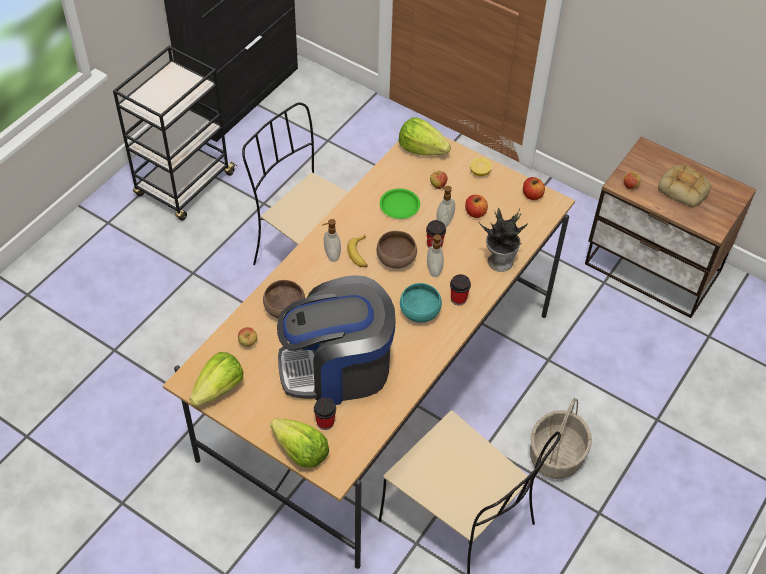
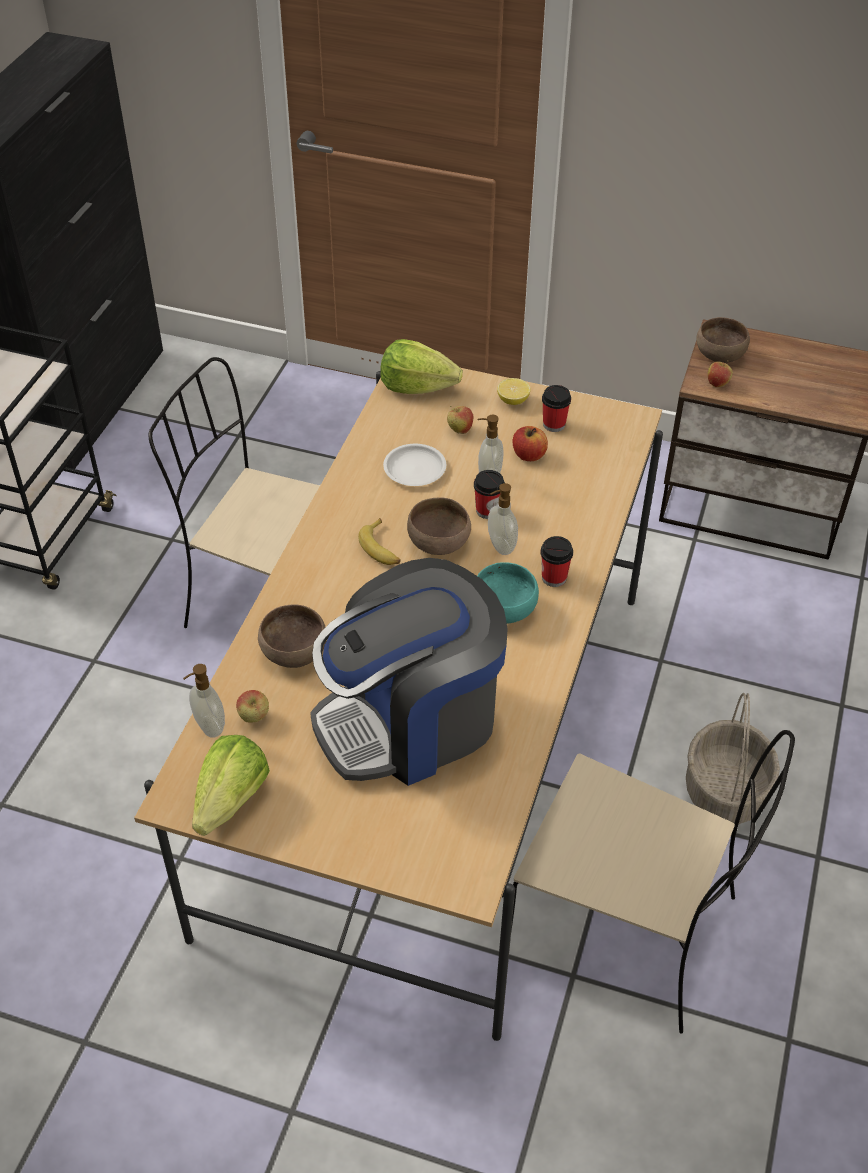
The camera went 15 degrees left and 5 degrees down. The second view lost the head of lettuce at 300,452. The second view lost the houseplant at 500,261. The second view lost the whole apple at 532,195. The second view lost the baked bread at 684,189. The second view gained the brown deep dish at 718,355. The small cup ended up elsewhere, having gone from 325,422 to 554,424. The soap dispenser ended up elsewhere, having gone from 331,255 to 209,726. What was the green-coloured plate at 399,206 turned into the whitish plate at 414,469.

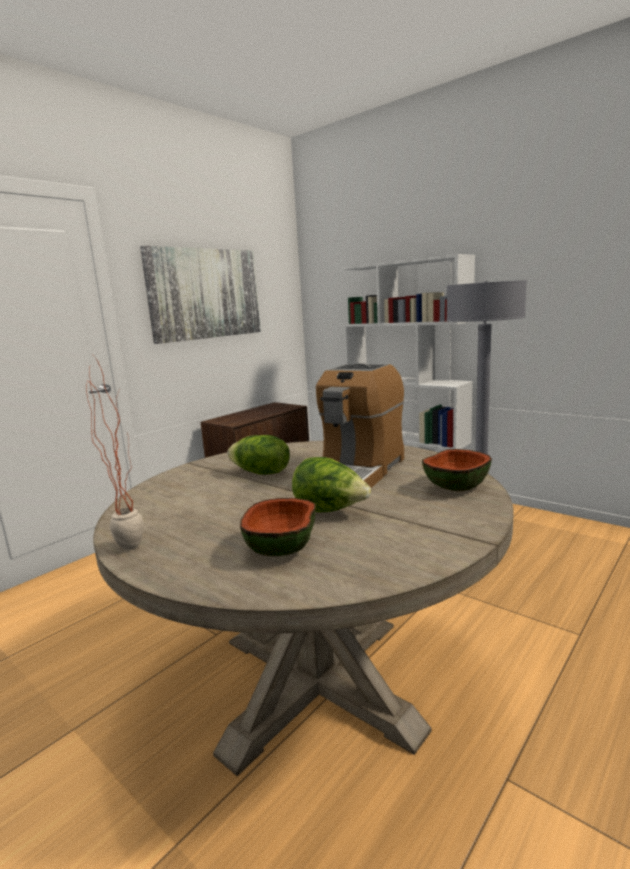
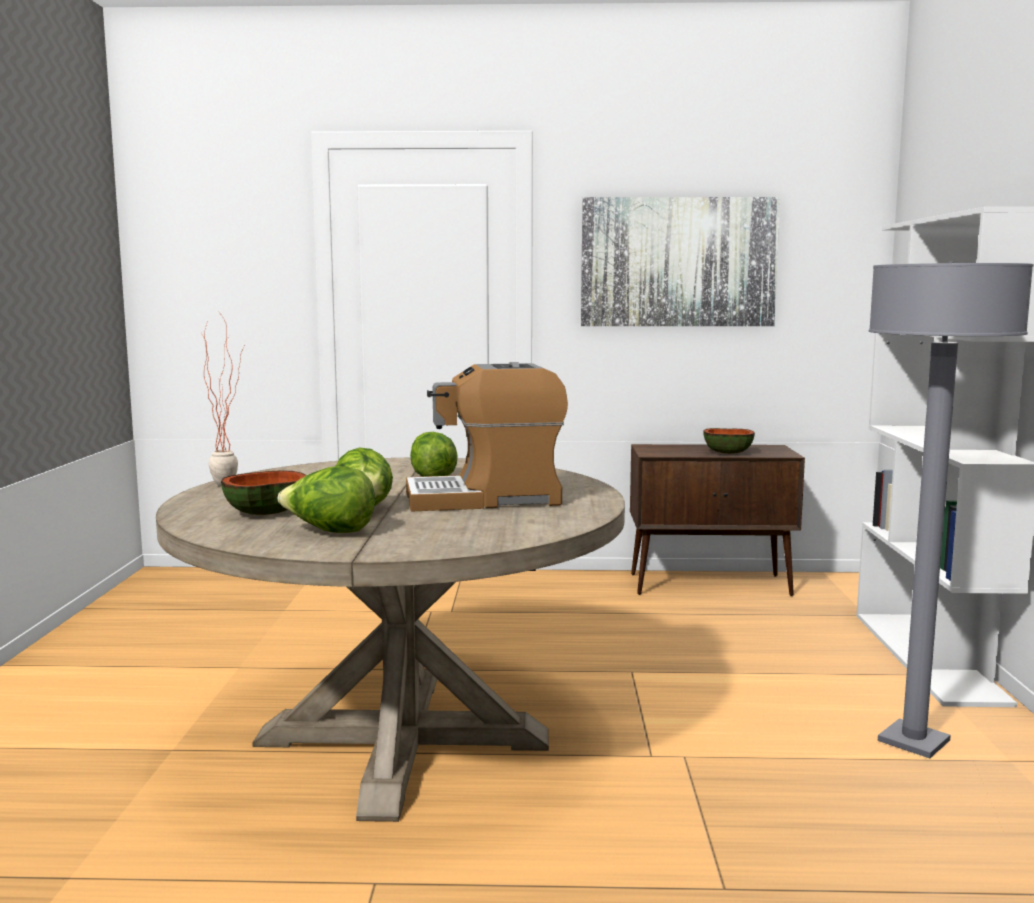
The camera went 50 degrees right and 5 degrees down. The second view gained the head of lettuce at 330,532. The deep dish ended up elsewhere, having gone from 456,486 to 728,452.

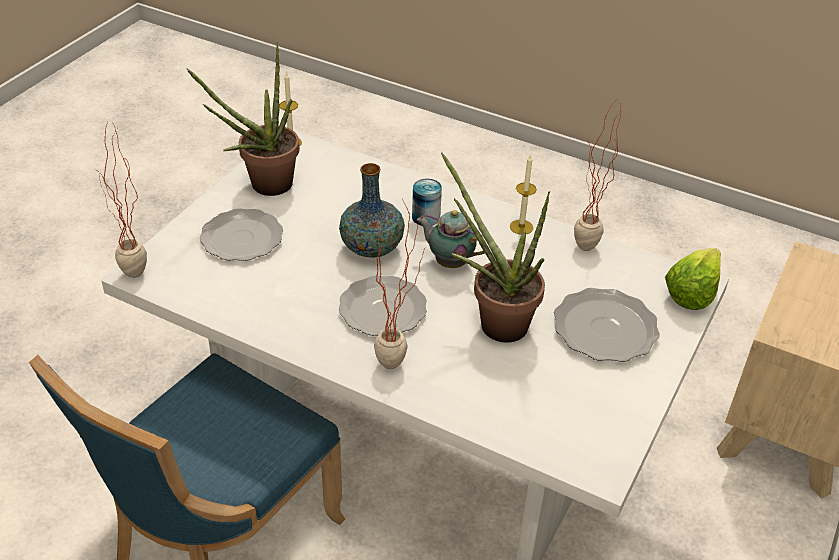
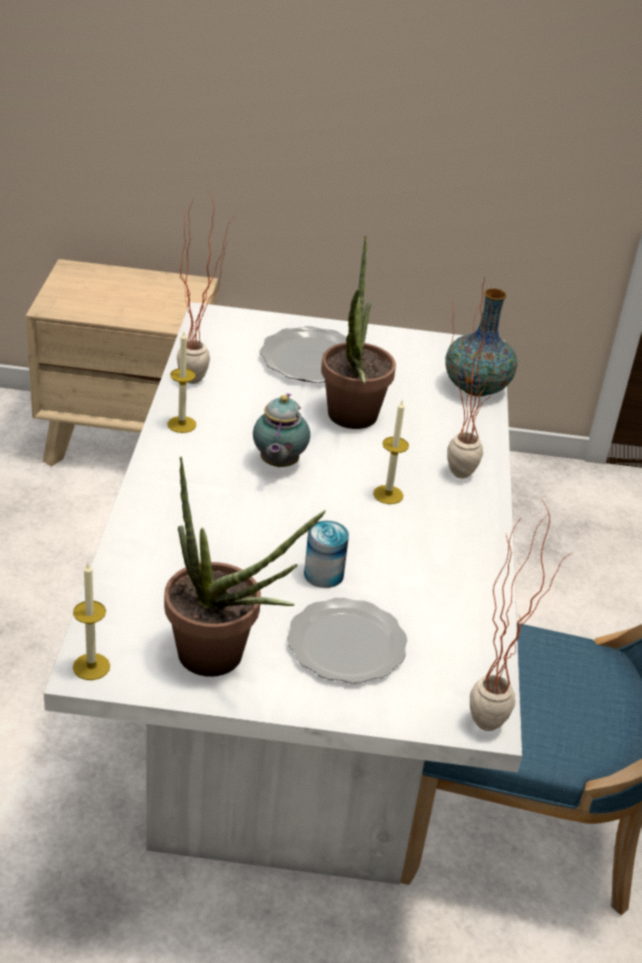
The camera went 115 degrees left and 5 degrees down. The second view lost the head of lettuce at 691,292. The flower vase ended up elsewhere, having gone from 372,248 to 475,388. The metal can ended up elsewhere, having gone from 426,217 to 323,574. Where the plate stood at 383,309, the candle came to stand at 388,494.

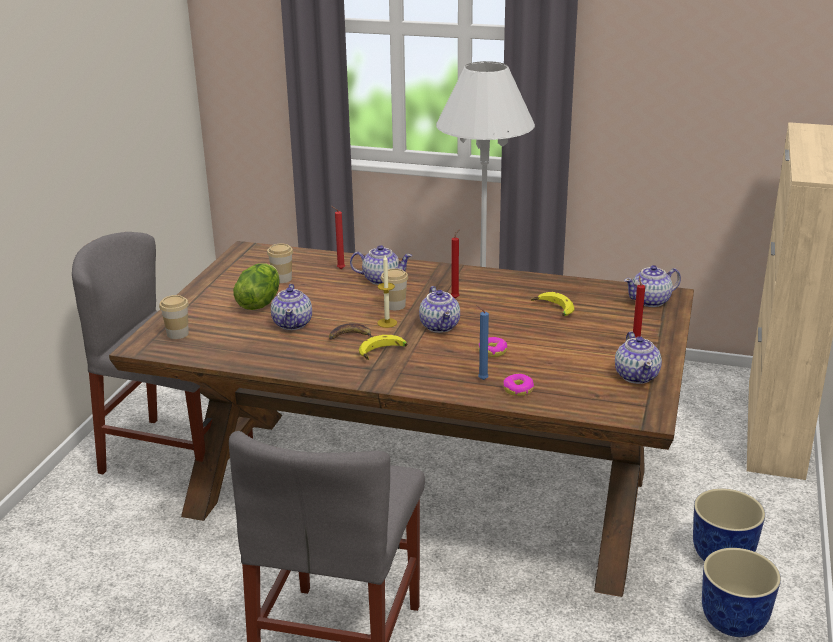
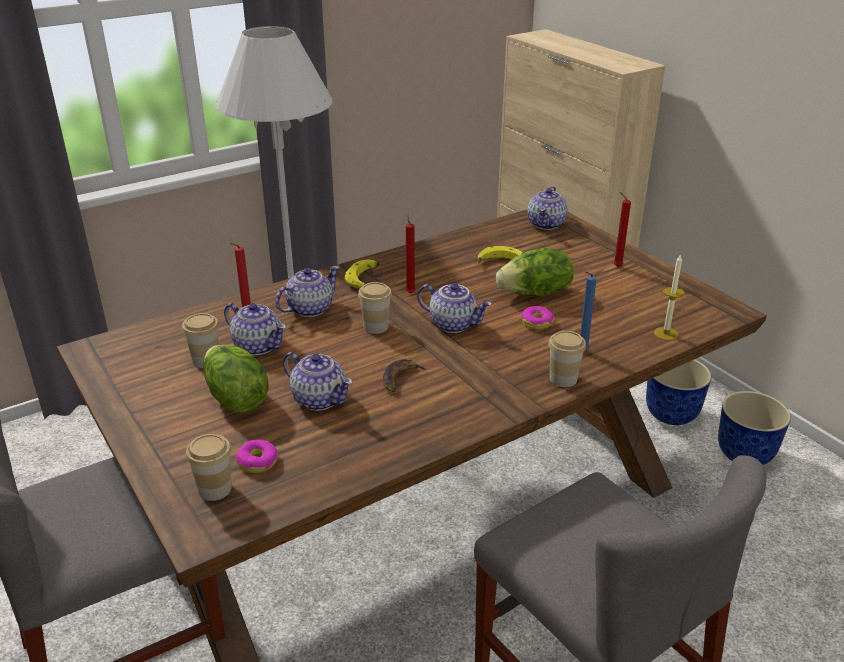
The camera went 50 degrees left and 5 degrees up. The second view gained the head of lettuce at 535,293. The second view gained the small cup at 563,379. The banana ended up elsewhere, having gone from 383,353 to 367,280. The candle ended up elsewhere, having gone from 387,323 to 666,333. The donut ended up elsewhere, having gone from 518,390 to 258,462. The tea pot ended up elsewhere, having gone from 637,376 to 258,345.

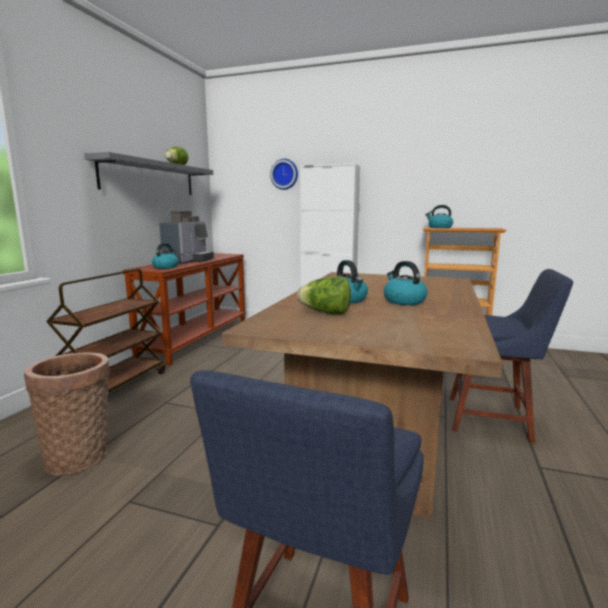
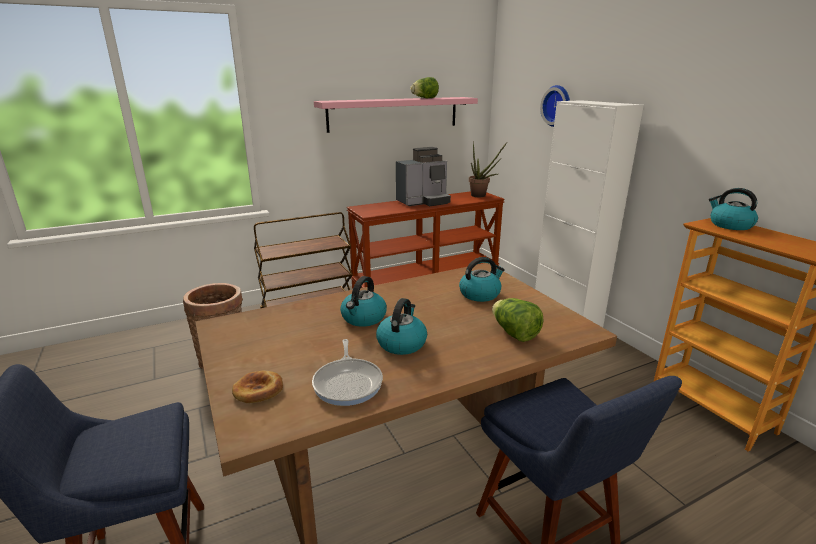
The camera went 45 degrees right and 10 degrees up. The second view gained the baked bread at 258,390. The second view gained the skillet at 348,383. The second view gained the houseplant at 481,196. The tea kettle ended up elsewhere, having gone from 166,267 to 480,294. The head of lettuce ended up elsewhere, having gone from 326,313 to 514,333. What was the grey bracket shelf at 150,178 turned into the pink-coloured bracket shelf at 394,114.

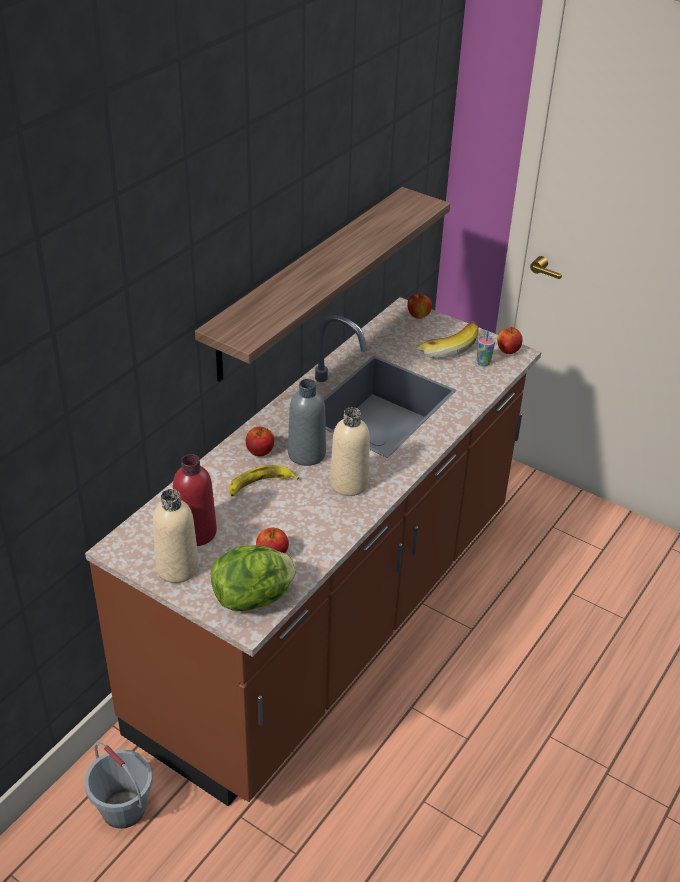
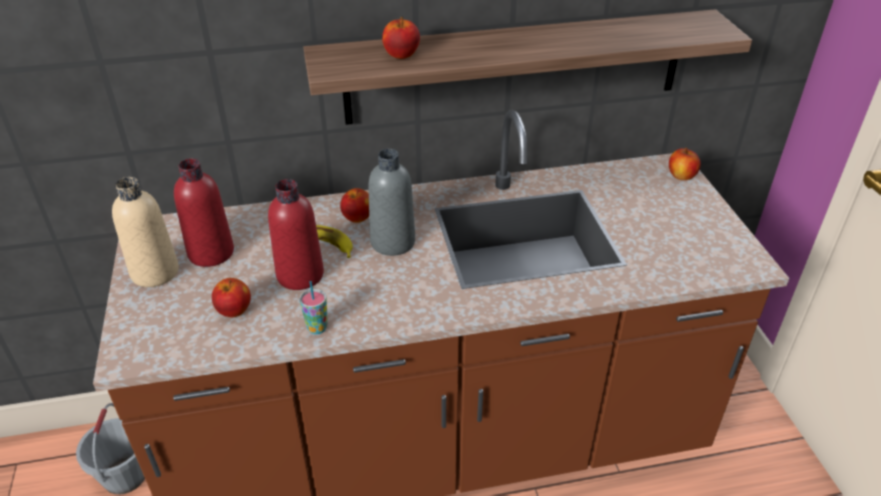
The camera went 45 degrees right and 0 degrees up. The second view lost the head of lettuce at 254,598. The second view lost the beige-coloured bottle at 349,483. The second view lost the banana at 445,347. The second view gained the red-coloured bottle at 300,275. The small cup ended up elsewhere, having gone from 483,363 to 317,328. The whole apple ended up elsewhere, having gone from 508,350 to 401,55.

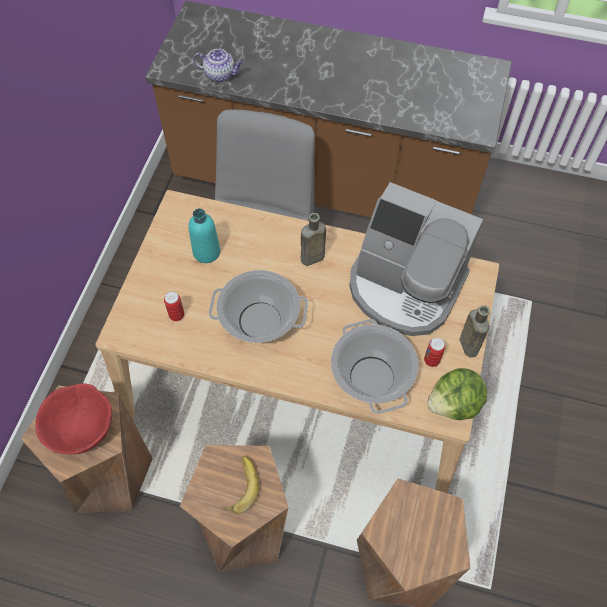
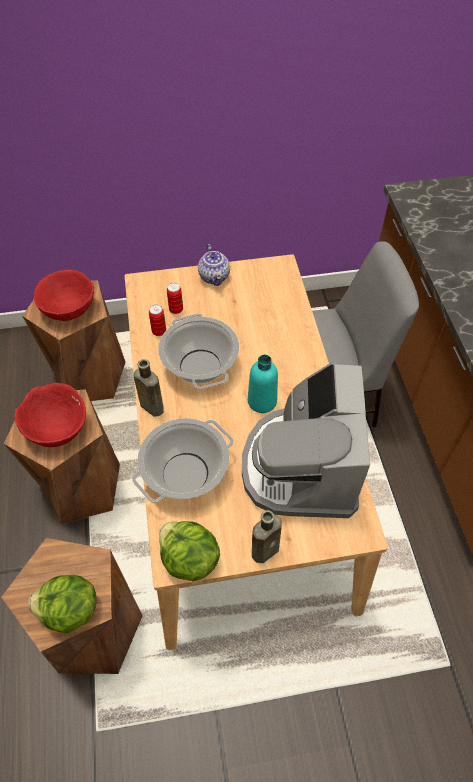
The camera went 65 degrees right and 5 degrees down. The second view gained the head of lettuce at 70,610. The turquoise bottle ended up elsewhere, having gone from 206,252 to 262,401. The tea pot ended up elsewhere, having gone from 220,75 to 215,277. The brown bottle ended up elsewhere, having gone from 311,258 to 150,406. The metal can ended up elsewhere, having gone from 431,360 to 159,331. Where the banana stood at 239,486, the red-coloured deep dish came to stand at 57,427.

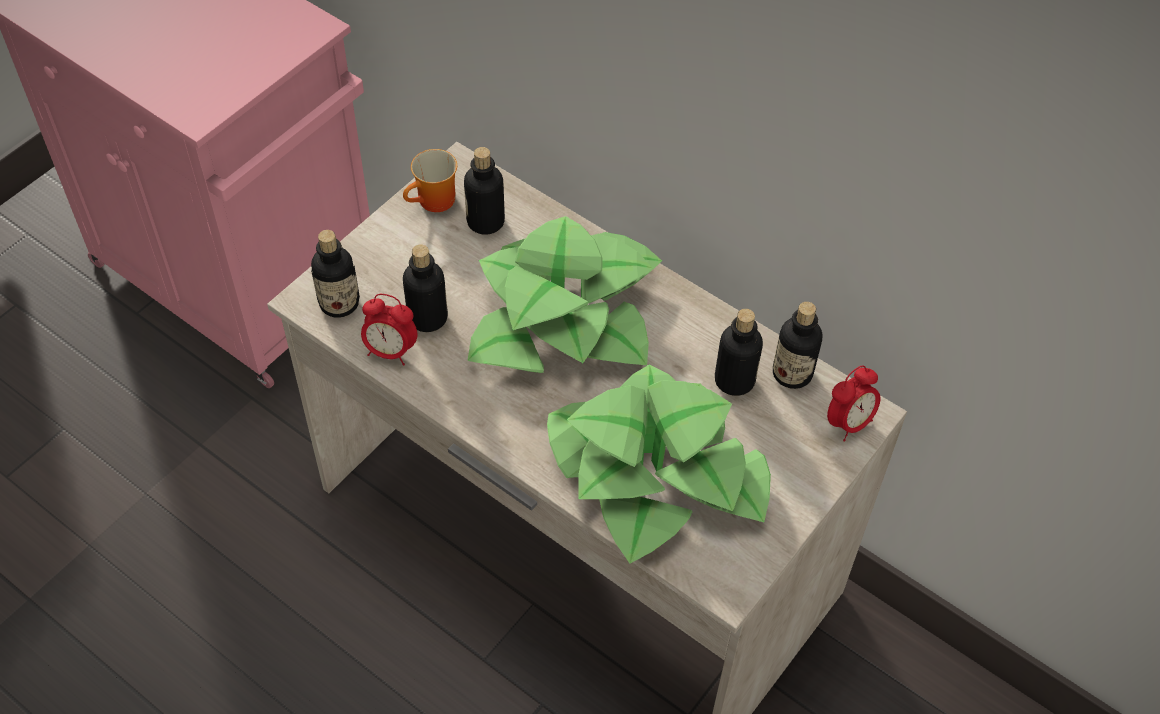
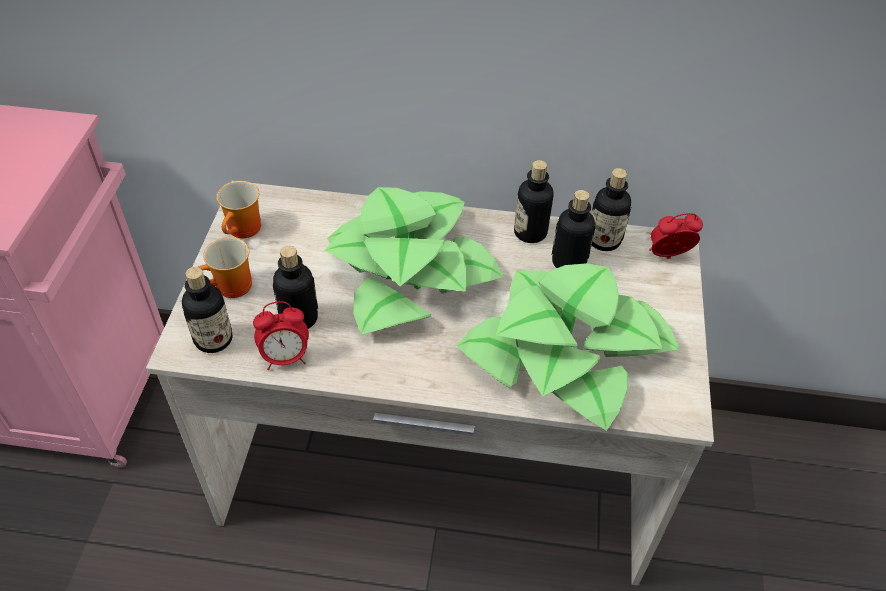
The camera went 30 degrees left and 5 degrees down. The second view gained the mug at 230,288. The bottle ended up elsewhere, having gone from 485,221 to 530,232. The bedside clock at 848,423 ended up facing another way, 120 degrees counterclockwise from before.

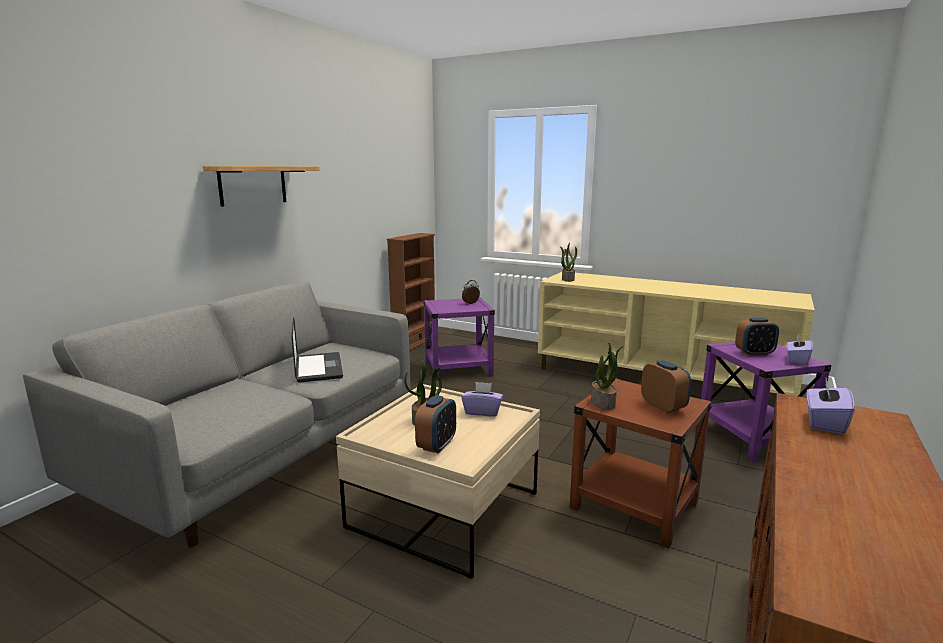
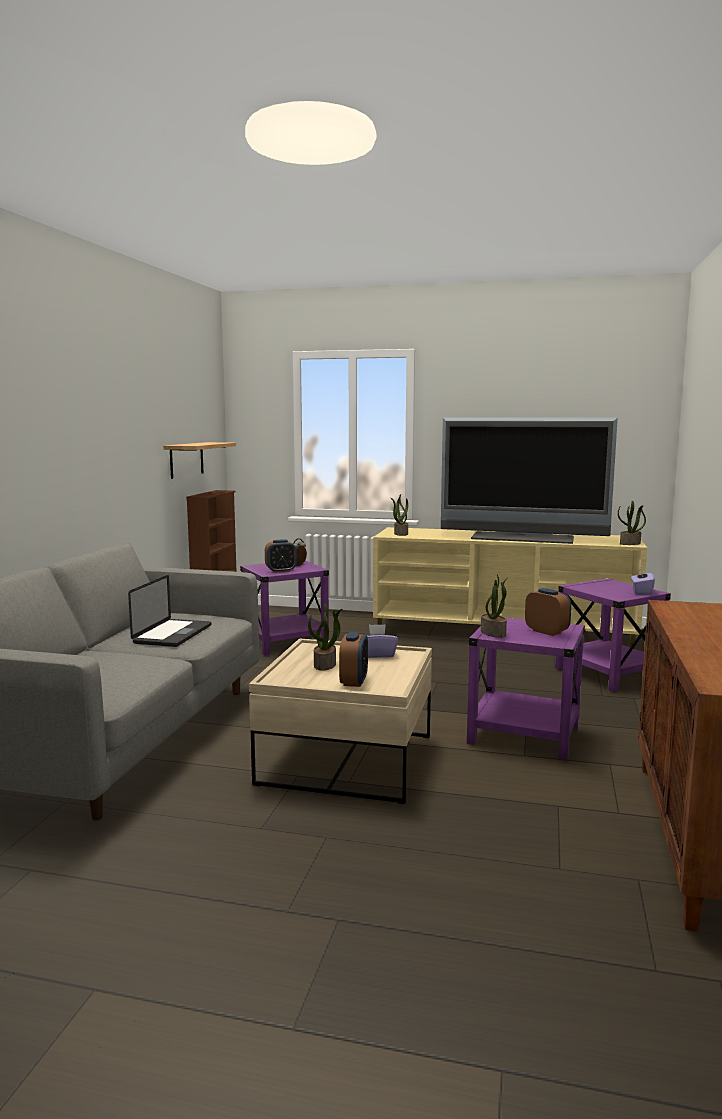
The camera went 15 degrees left and 5 degrees down. The second view lost the purplish tissue box at 824,422. The second view gained the TV at 522,538. The second view gained the houseplant at 630,543. The bracket shelf ended up elsewhere, having gone from 253,185 to 186,459. The bedside clock ended up elsewhere, having gone from 754,353 to 281,571. What was the brown end table at 633,506 turned into the purplish end table at 523,735. The laptop at 318,368 ended up facing another way, 45 degrees clockwise from before.

